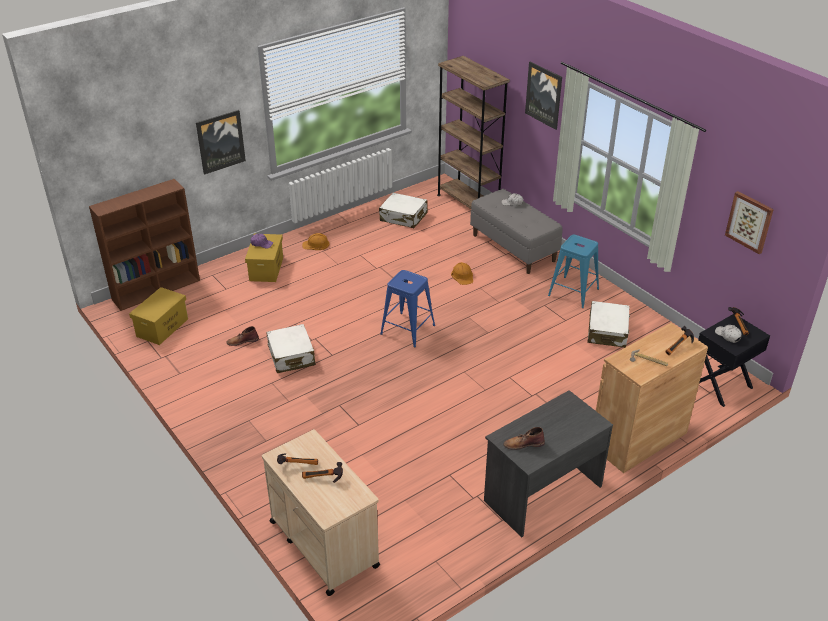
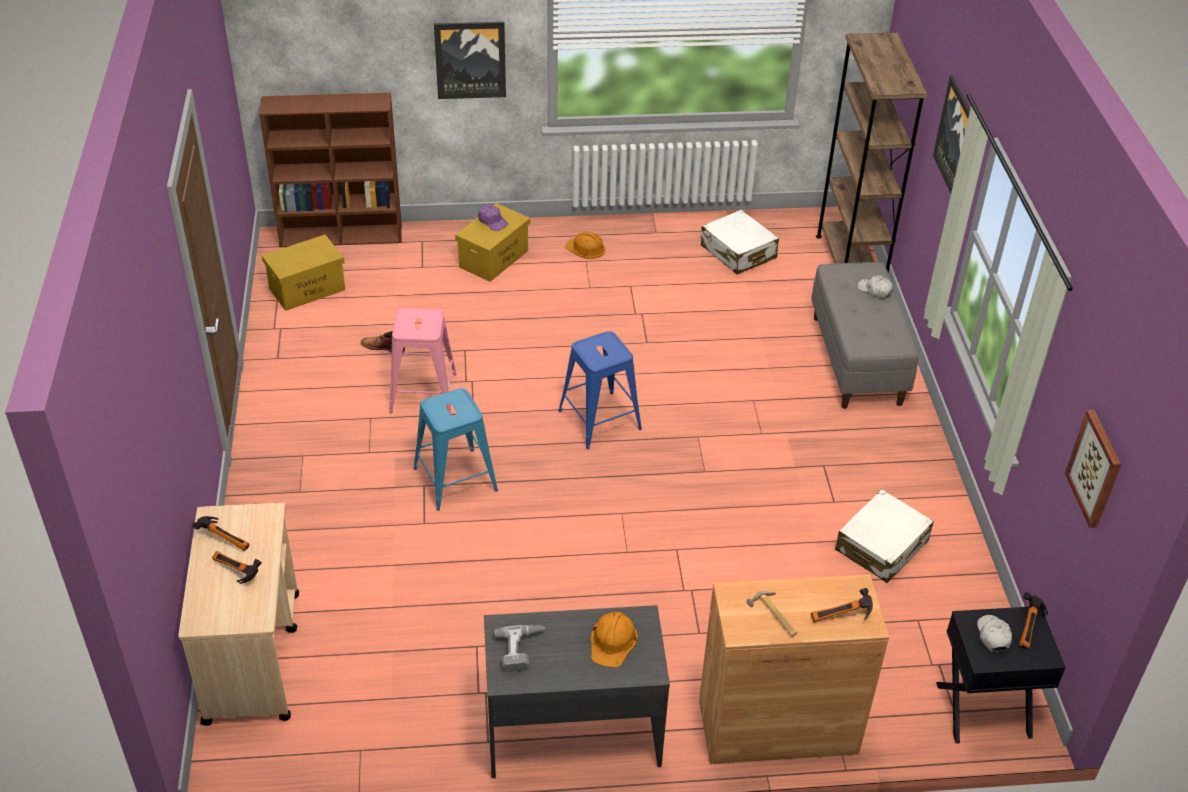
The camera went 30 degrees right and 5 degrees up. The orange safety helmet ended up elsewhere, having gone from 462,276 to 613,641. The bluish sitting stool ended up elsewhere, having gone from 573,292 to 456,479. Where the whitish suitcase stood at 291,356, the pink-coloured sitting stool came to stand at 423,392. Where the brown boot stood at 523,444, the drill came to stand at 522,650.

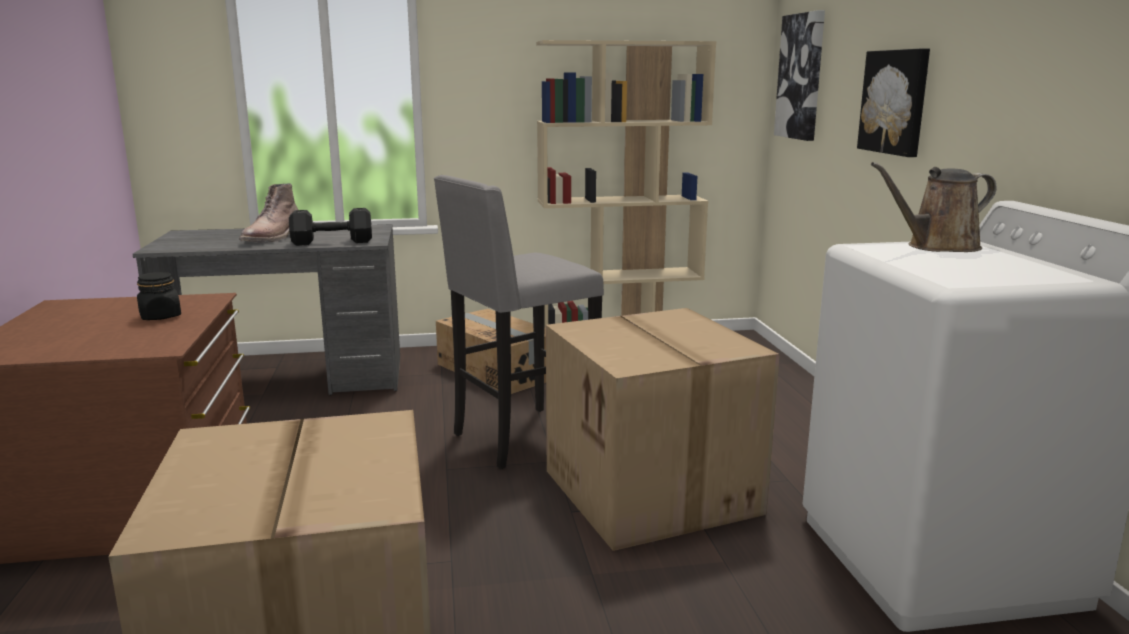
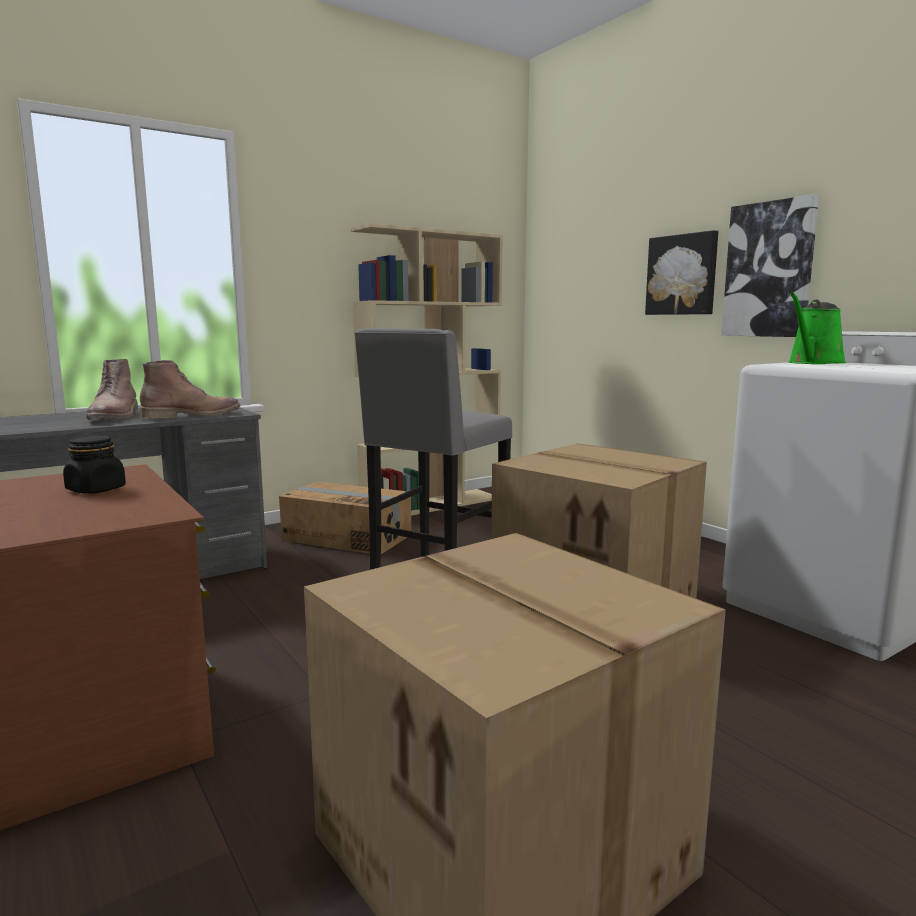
The camera went 25 degrees left and 5 degrees down. The wall picture ended up elsewhere, having gone from 801,76 to 769,270. Where the black-coloured dumbbell stood at 330,242, the brown boot came to stand at 192,416. What was the brown watering pot at 937,247 turned into the green-coloured watering pot at 814,363.

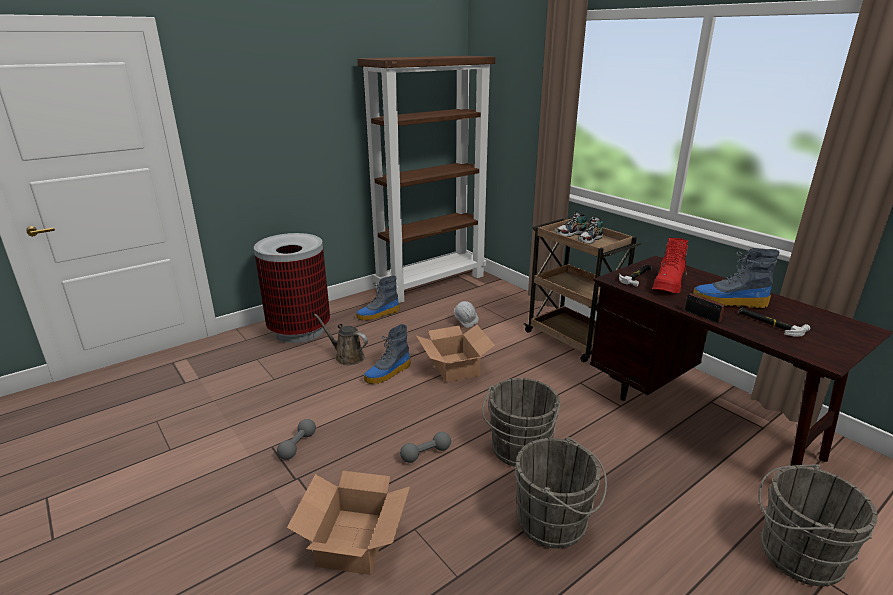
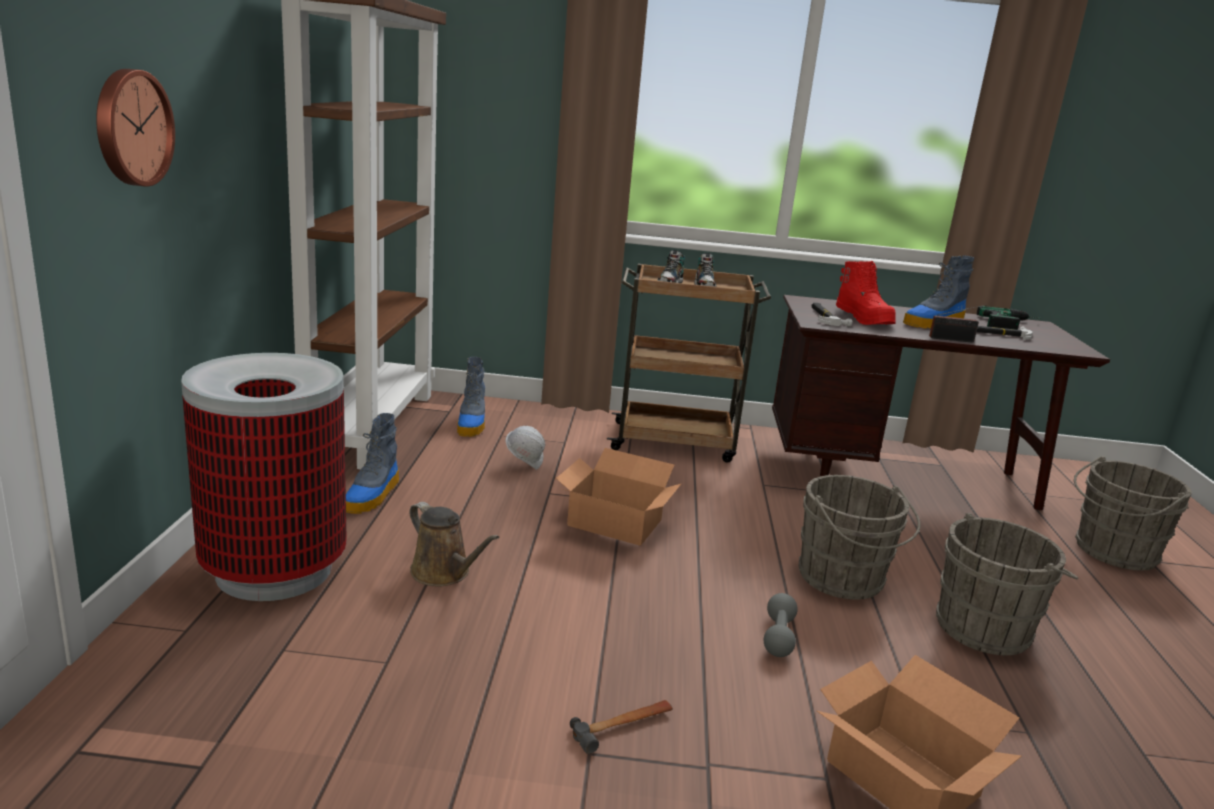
The camera went 50 degrees left and 5 degrees down. The second view gained the hanging clock at 131,128. The second view gained the drill at 1012,325. The boot ended up elsewhere, having gone from 388,373 to 472,424. Where the grey dumbbell stood at 298,445, the hand hammer came to stand at 623,726. The brown watering pot at 347,356 ended up facing another way, 120 degrees counterclockwise from before.

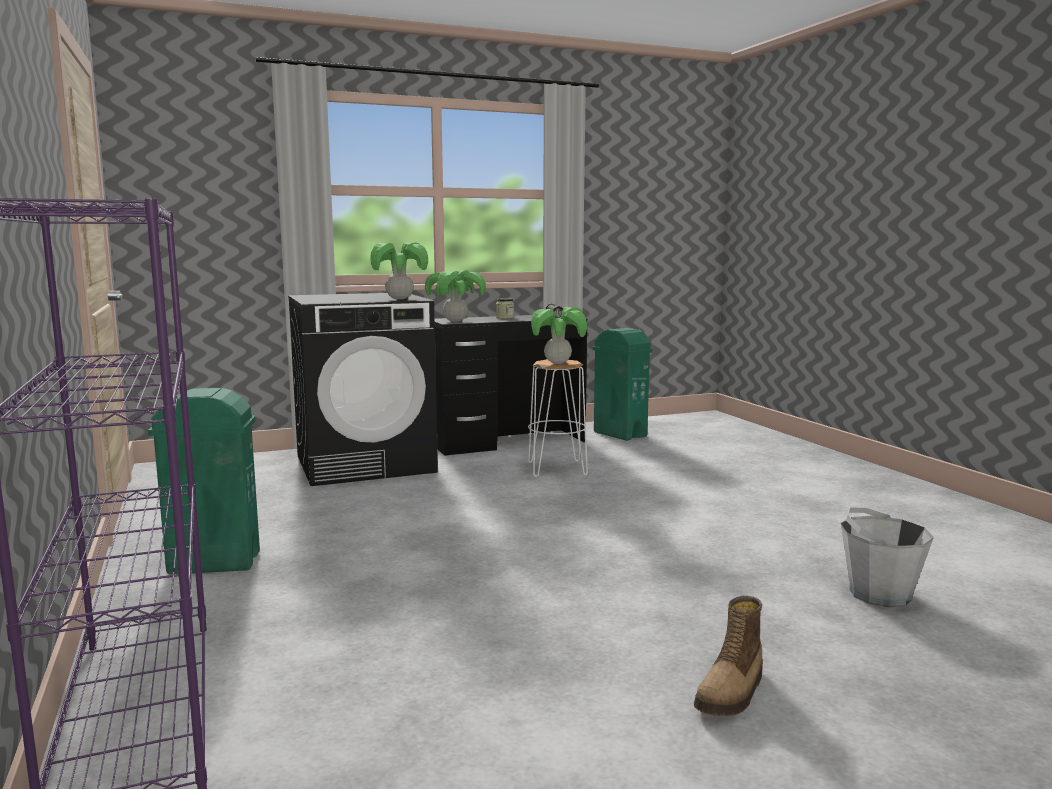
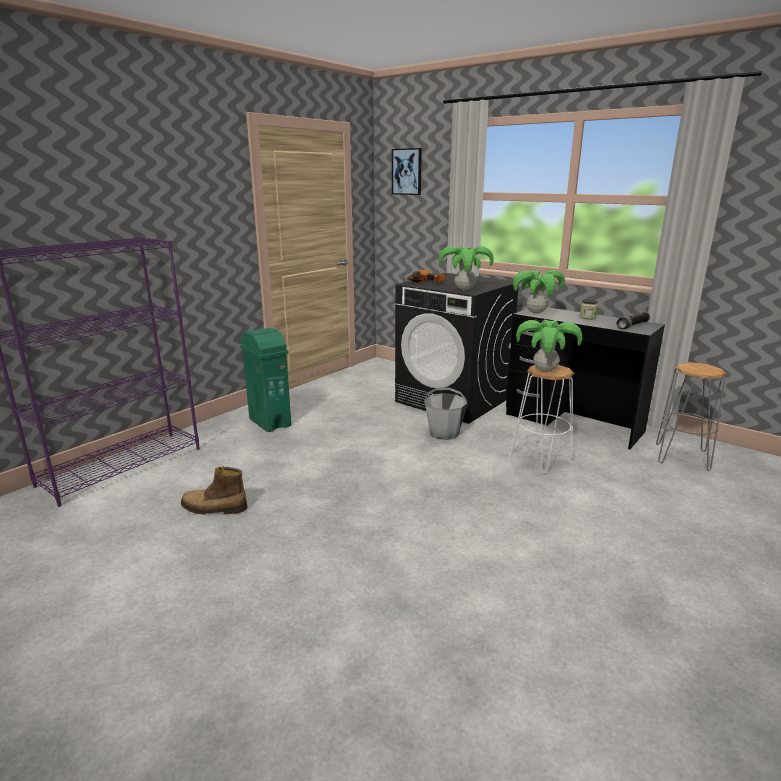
The camera went 60 degrees right and 10 degrees up. The second view gained the wall picture at 407,171. The second view gained the drill at 426,283. The boot ended up elsewhere, having gone from 731,693 to 214,509. The grey bucket ended up elsewhere, having gone from 879,594 to 444,433. Where the green-coloured waste bin stood at 619,434, the grey sitting stool came to stand at 682,457.

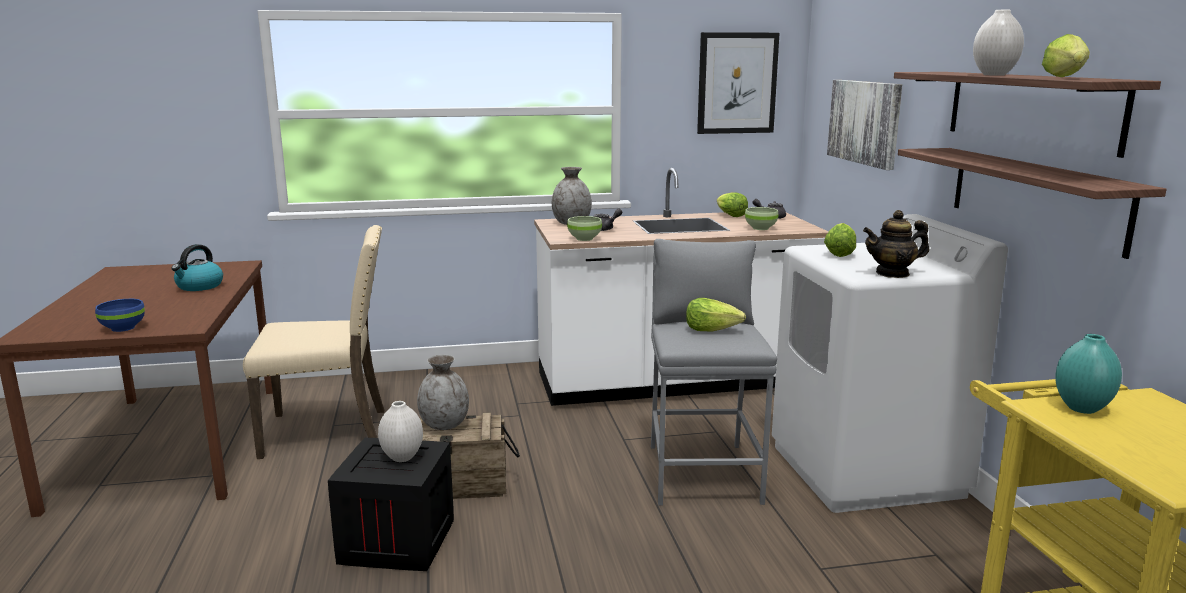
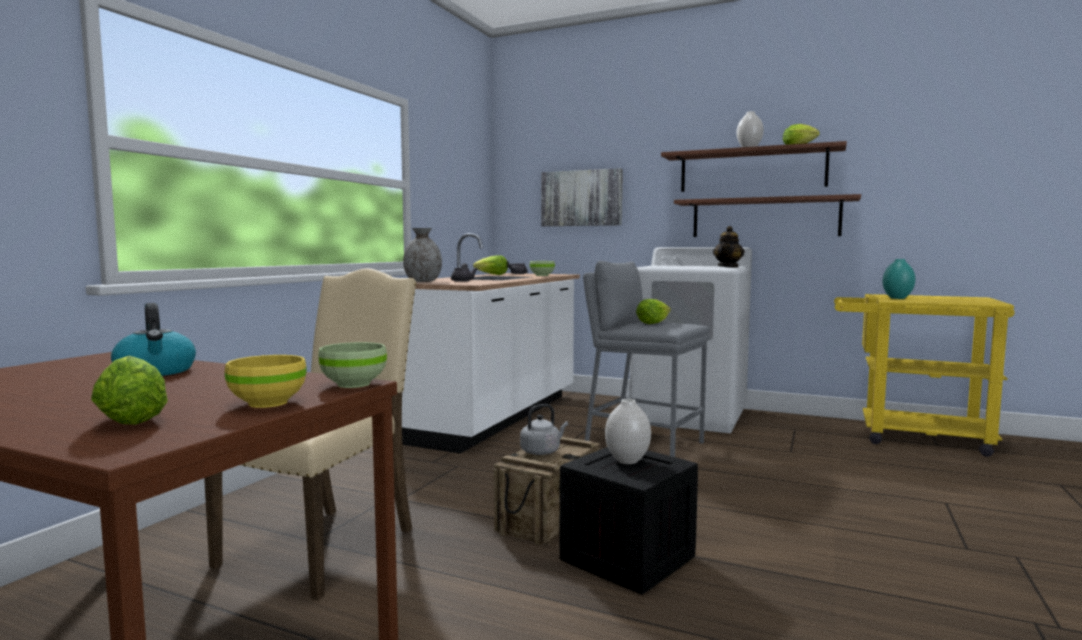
The camera went 55 degrees left and 10 degrees down. The second view lost the wall picture at 737,83. The green-coloured deep dish ended up elsewhere, having gone from 584,239 to 353,384. The head of lettuce ended up elsewhere, having gone from 840,254 to 131,419. Where the grey flower vase stood at 445,425, the grey tea kettle came to stand at 542,451. What was the bluish deep dish at 123,328 turned into the yellow deep dish at 266,403.

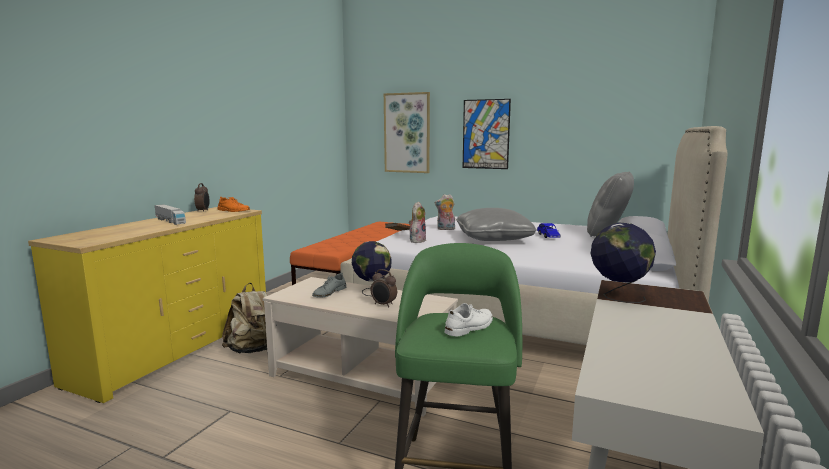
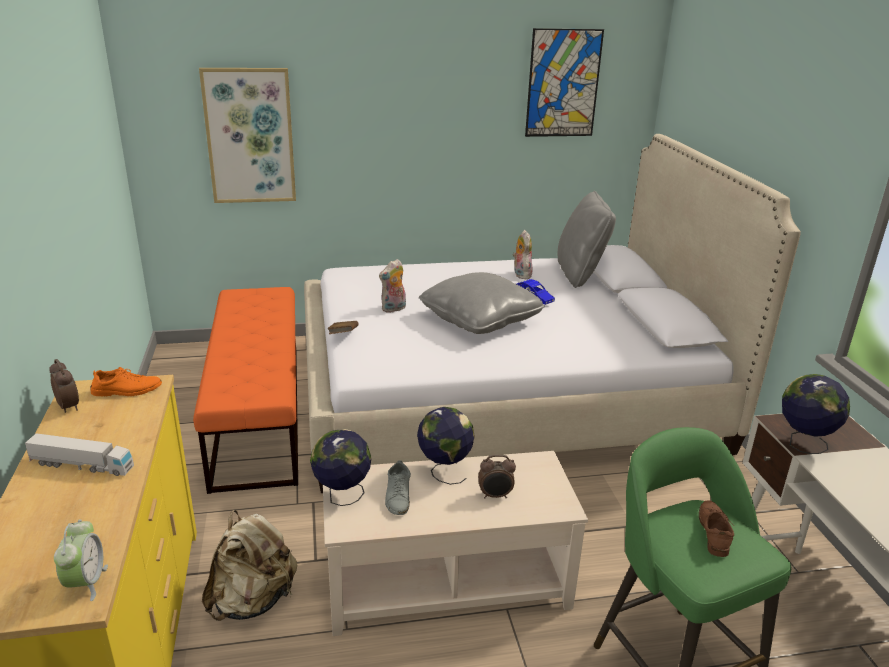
The camera went 35 degrees left and 15 degrees up. The second view gained the bedside clock at 86,583. The second view gained the globe at 342,496. The plush toy ended up elsewhere, having gone from 417,240 to 521,274. The wall picture ended up elsewhere, having gone from 486,134 to 563,83. What was the whitish item of footwear at 469,327 turned into the brown item of footwear at 713,532.

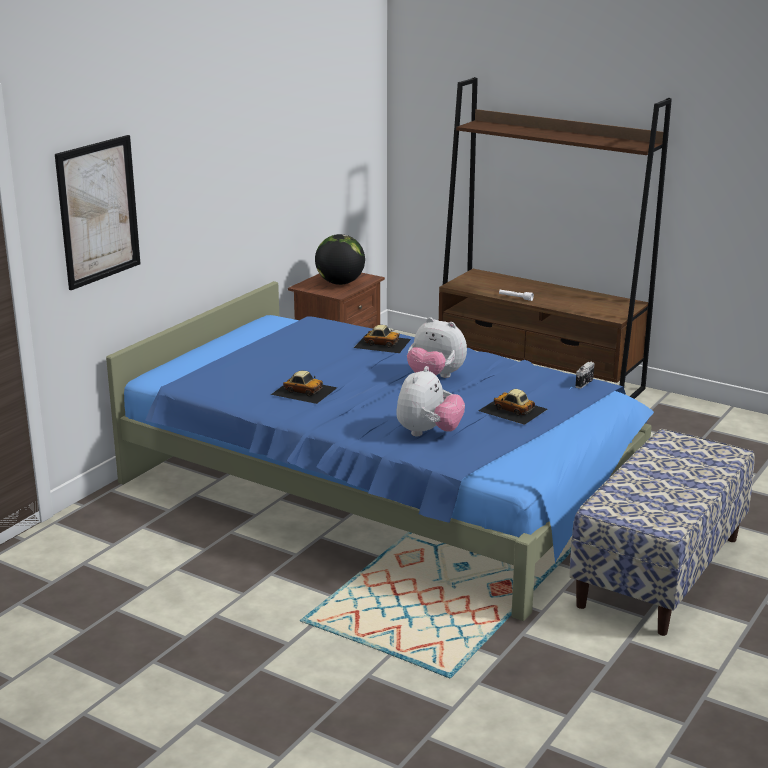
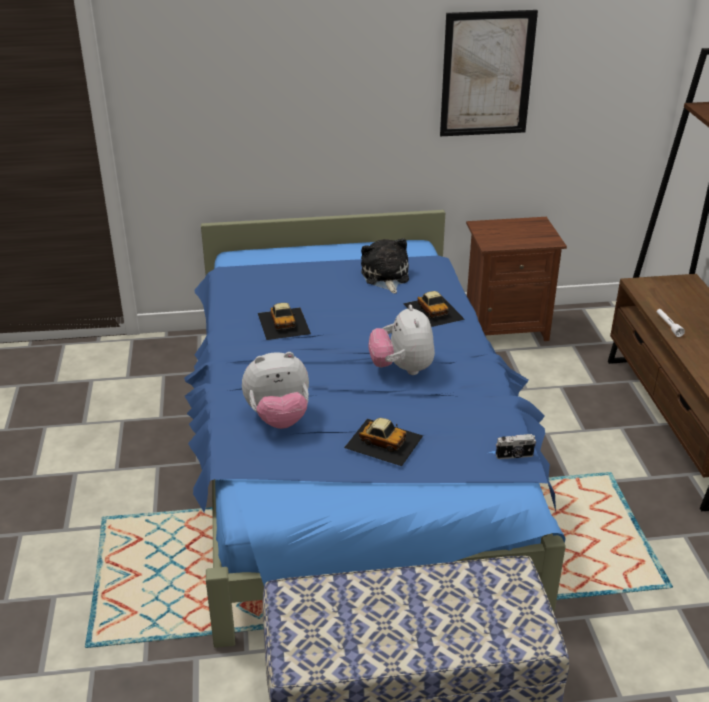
The camera went 50 degrees right and 10 degrees up. The second view lost the globe at 340,283. The second view gained the plush toy at 385,277. The wall picture ended up elsewhere, having gone from 98,211 to 487,74. The toy car at 513,410 ended up facing another way, 120 degrees clockwise from before.

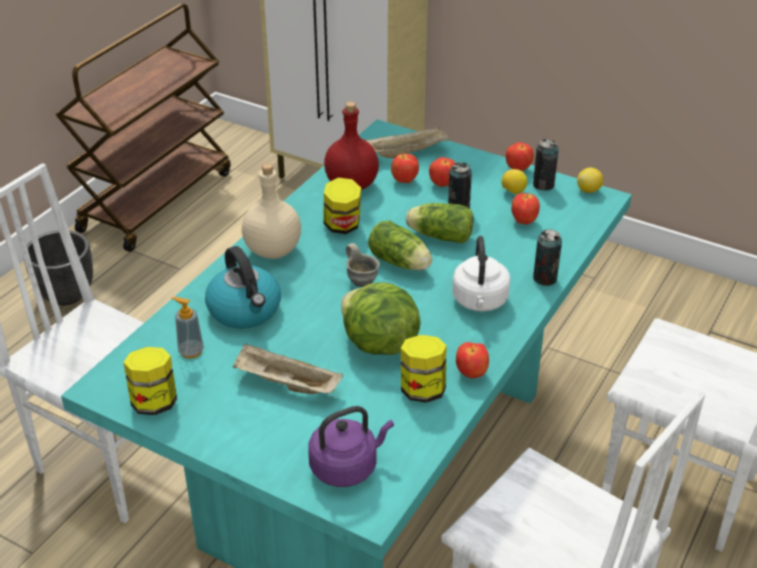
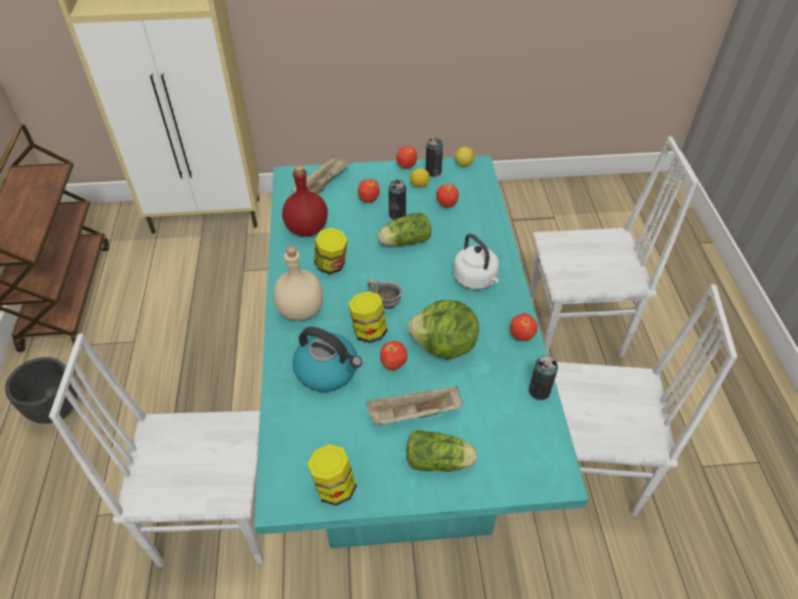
The camera went 35 degrees left and 10 degrees up. The second view lost the soap dispenser at 191,351. The second view lost the purplish tea kettle at 347,467. The head of lettuce ended up elsewhere, having gone from 401,263 to 440,461. The whole apple ended up elsewhere, having gone from 404,181 to 393,365. The storage jar ended up elsewhere, having gone from 422,390 to 368,331. The metal can ended up elsewhere, having gone from 544,278 to 539,391.

